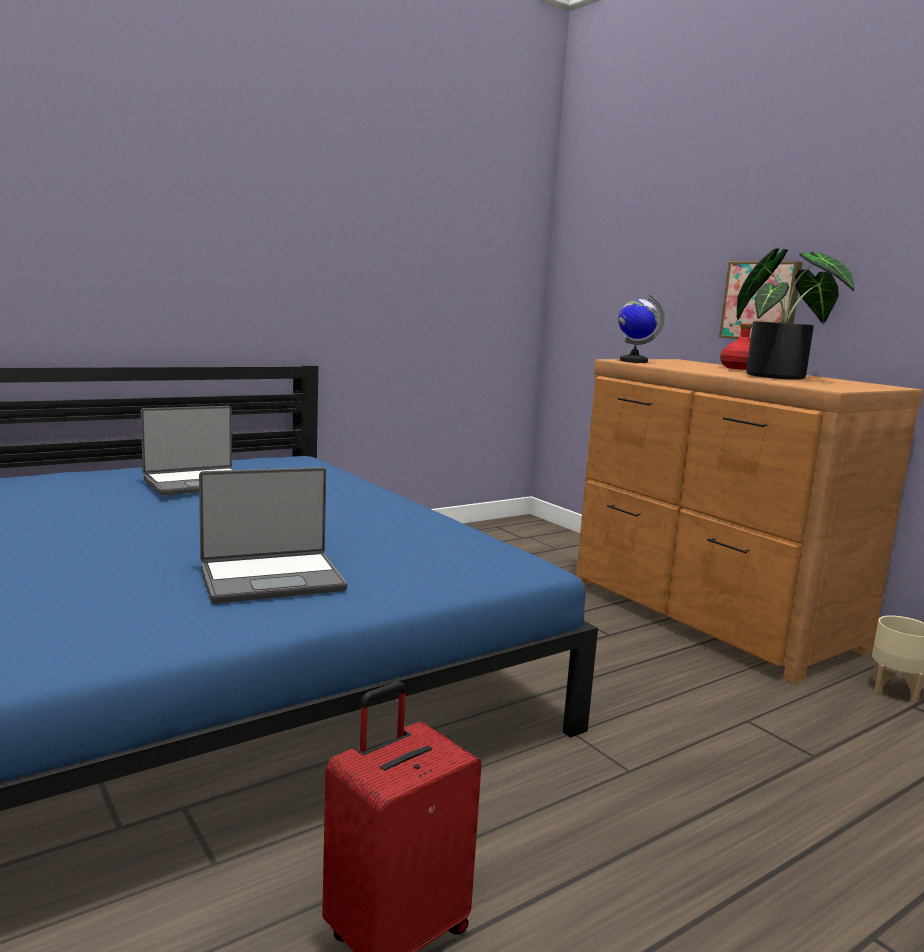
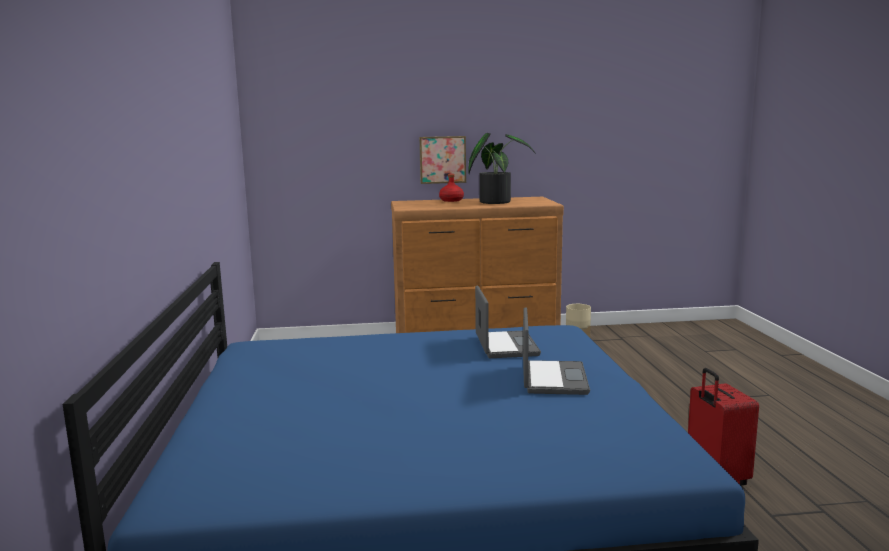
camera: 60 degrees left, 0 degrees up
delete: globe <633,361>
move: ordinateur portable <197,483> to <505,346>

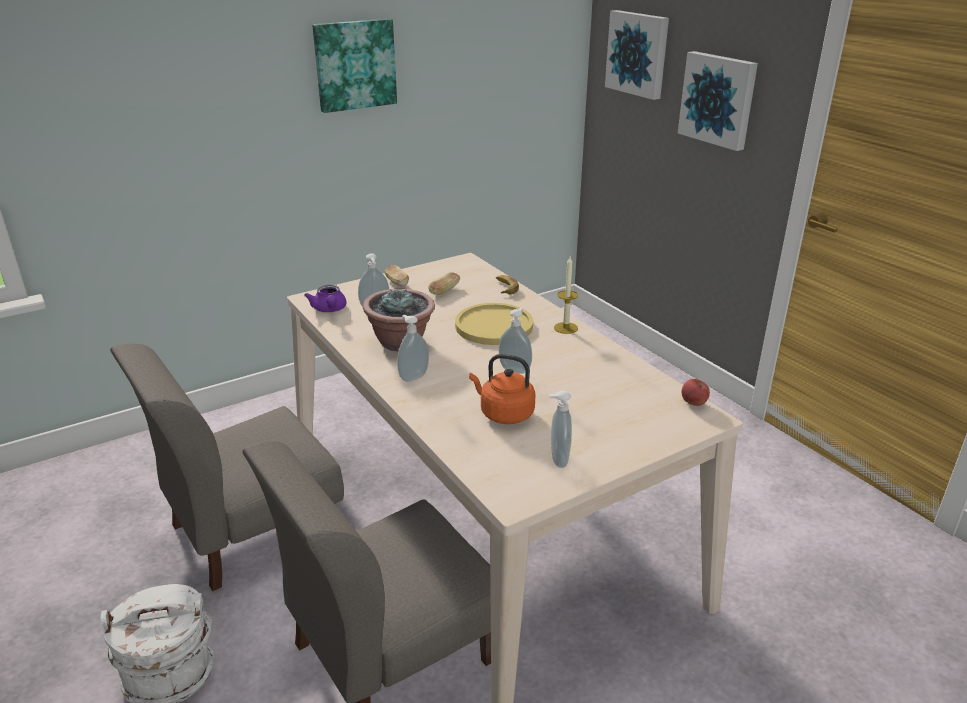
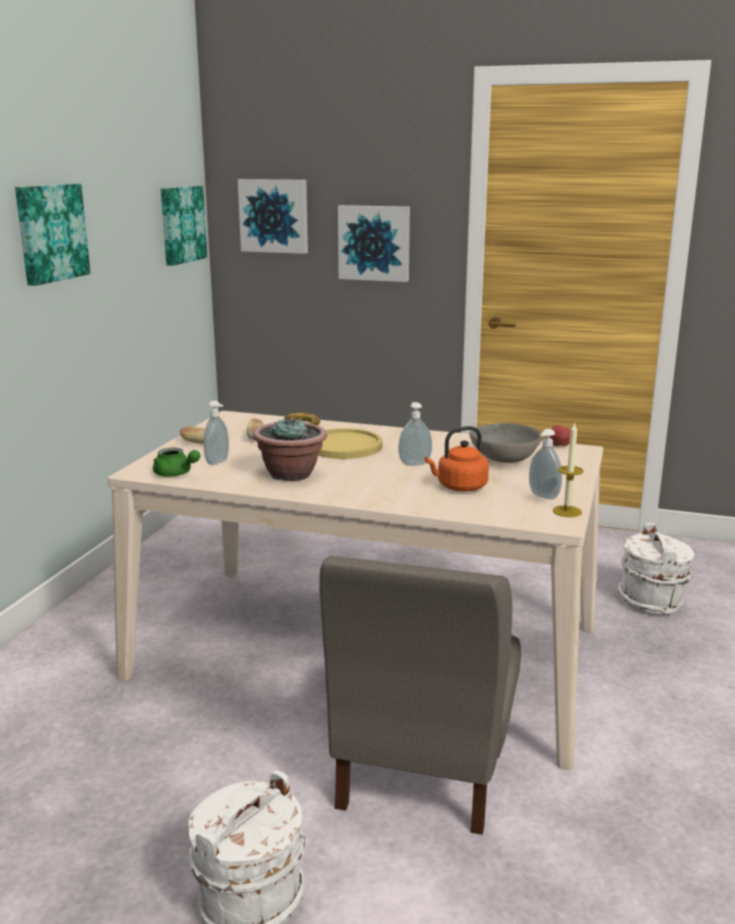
camera: 40 degrees left, 10 degrees down
delete: chaise/gris <251,530>; distributeur de savon <412,376>
insert: tableau <181,224>; bol/gris <503,459>; seau/blanc <651,601>
move: bougie <565,328> to <567,511>
recolor: théière/violet <329,310> to théière/vert <176,474>

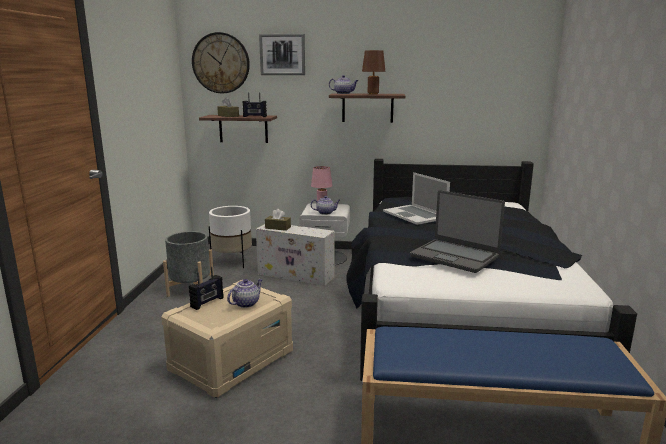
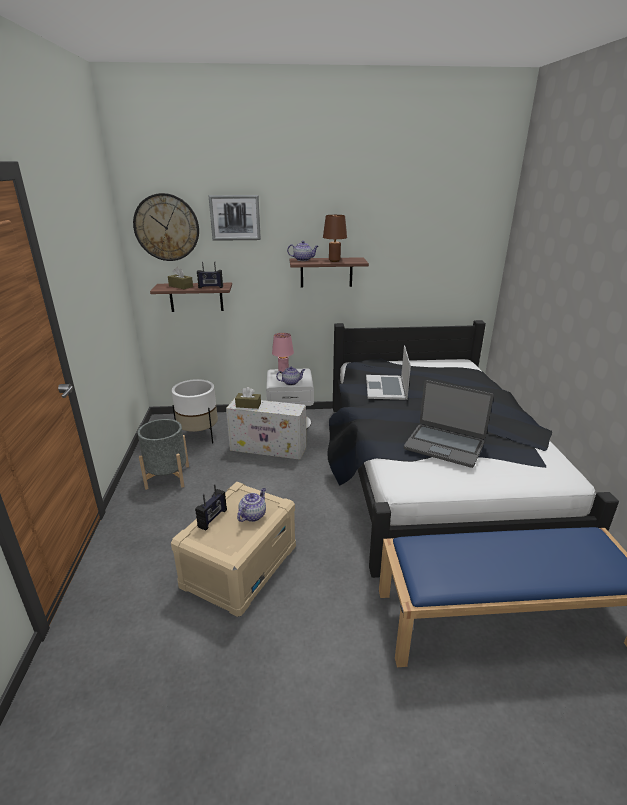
camera: 10 degrees left, 10 degrees up
rotate: ordinateur portable <415,215> = <386,387> 45 degrees clockwise

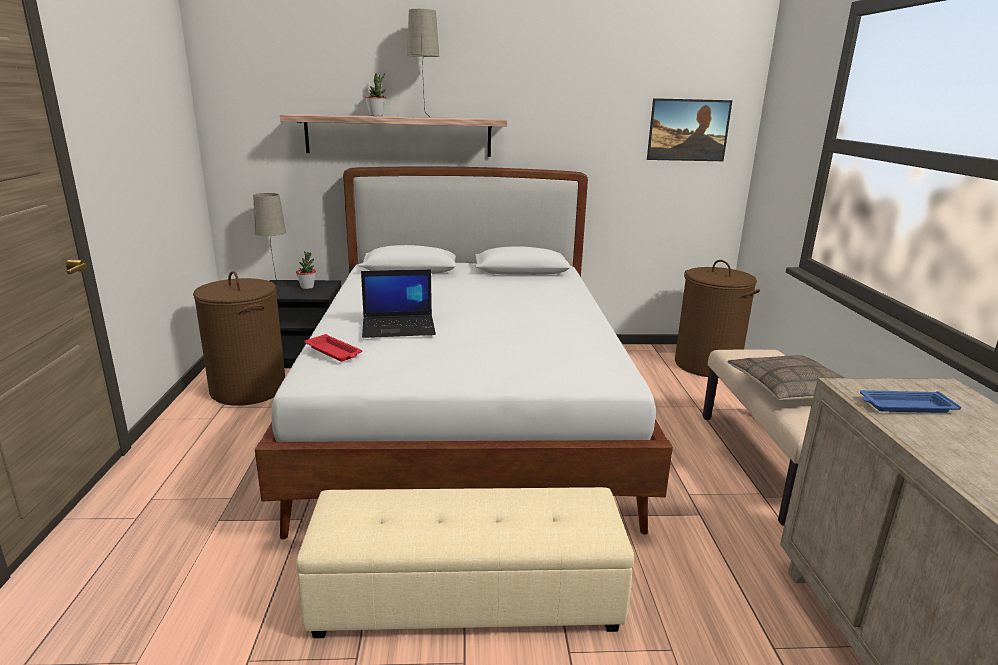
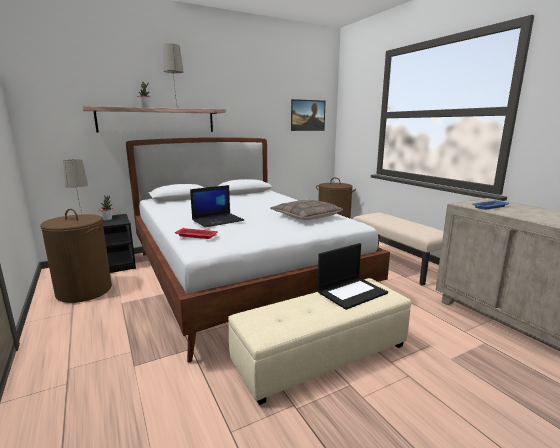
camera: 25 degrees left, 5 degrees down
insert: ordinateur portable <352,292>
move: coussin <789,389> to <305,216>

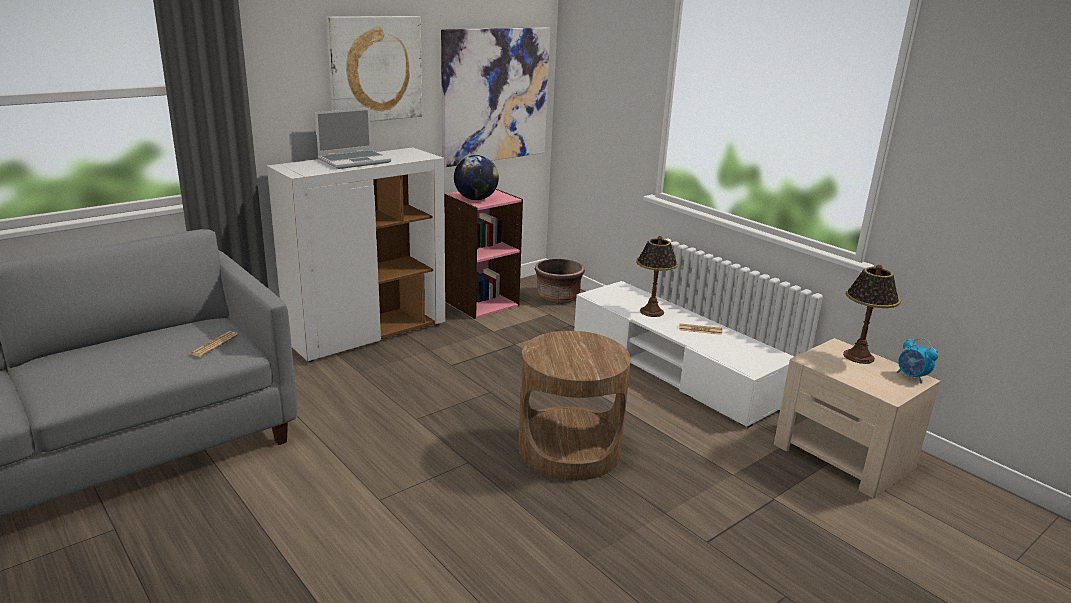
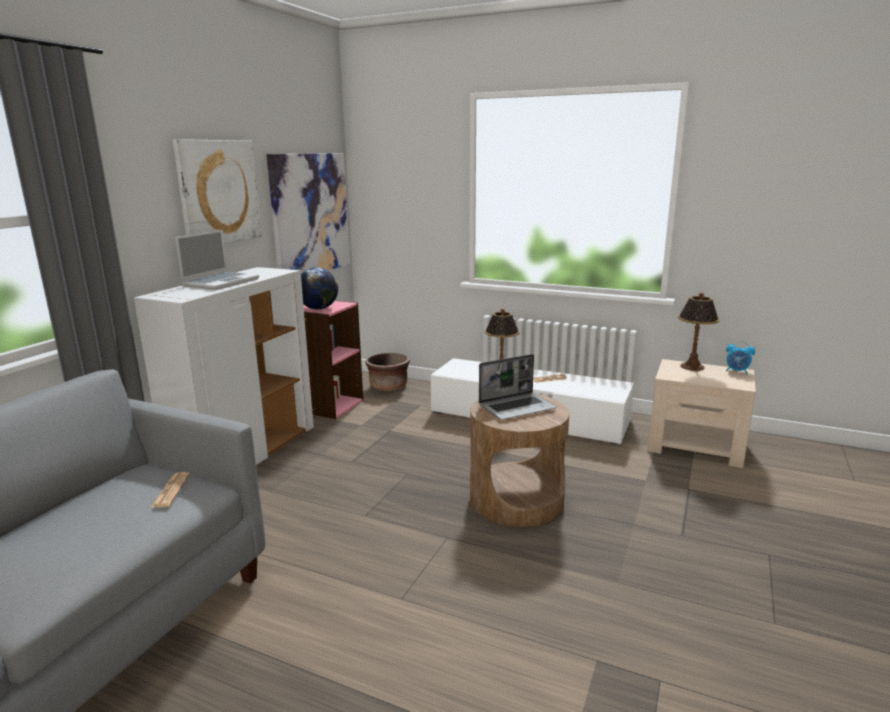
camera: 25 degrees left, 5 degrees down
insert: ordinateur portable <517,407>

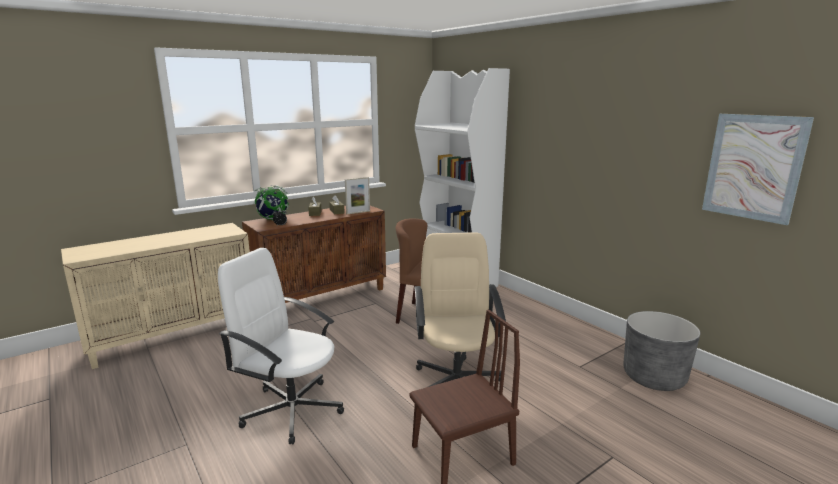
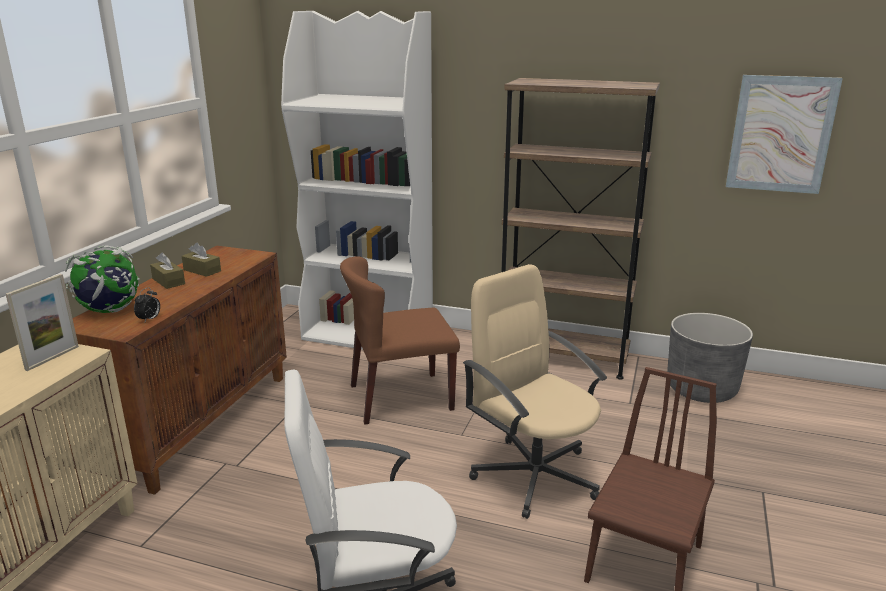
camera: 35 degrees left, 5 degrees up
insert: bibliothèque/marron <562,357>
move: cadre photo <358,212> to <52,358>

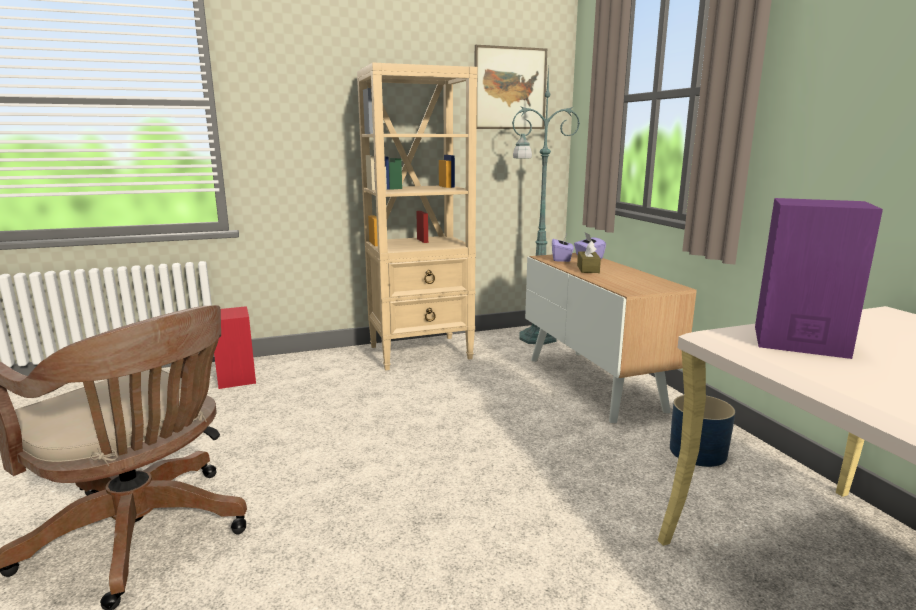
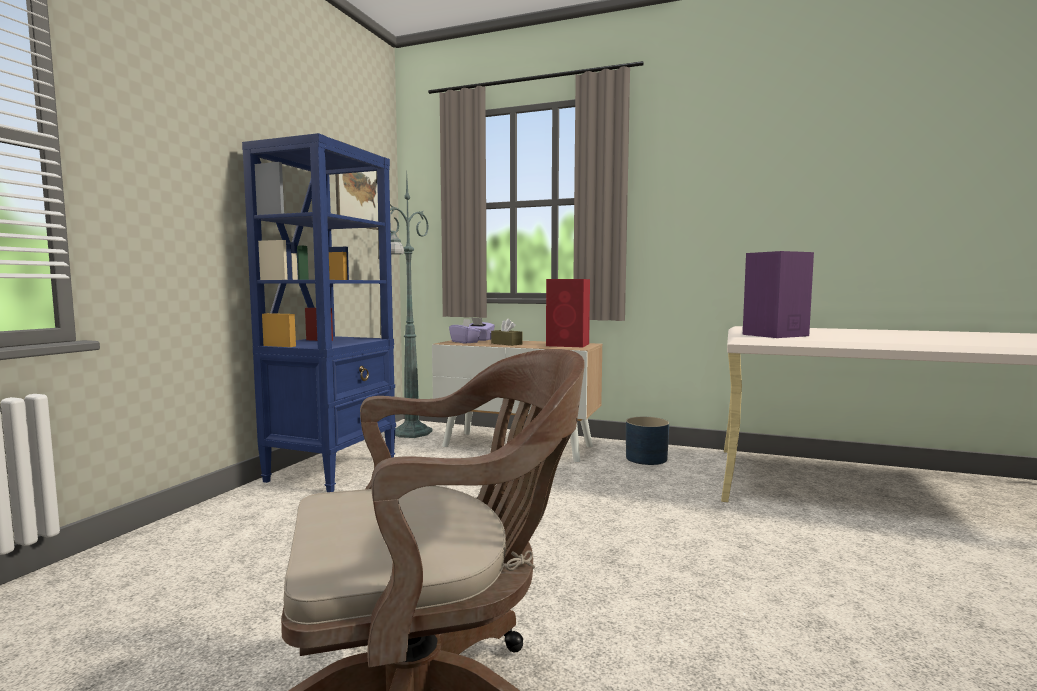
camera: 50 degrees left, 10 degrees down
move: enceinte/rouge <236,379> to <569,345>
recolor: bibliothèque/beige <421,352> to bibliothèque/bleu <333,470>

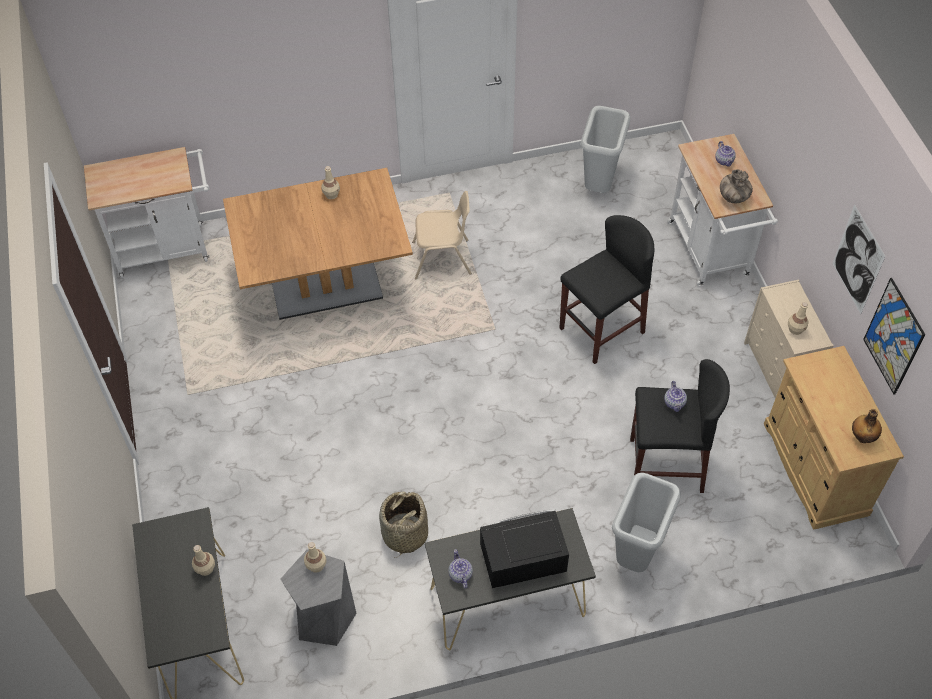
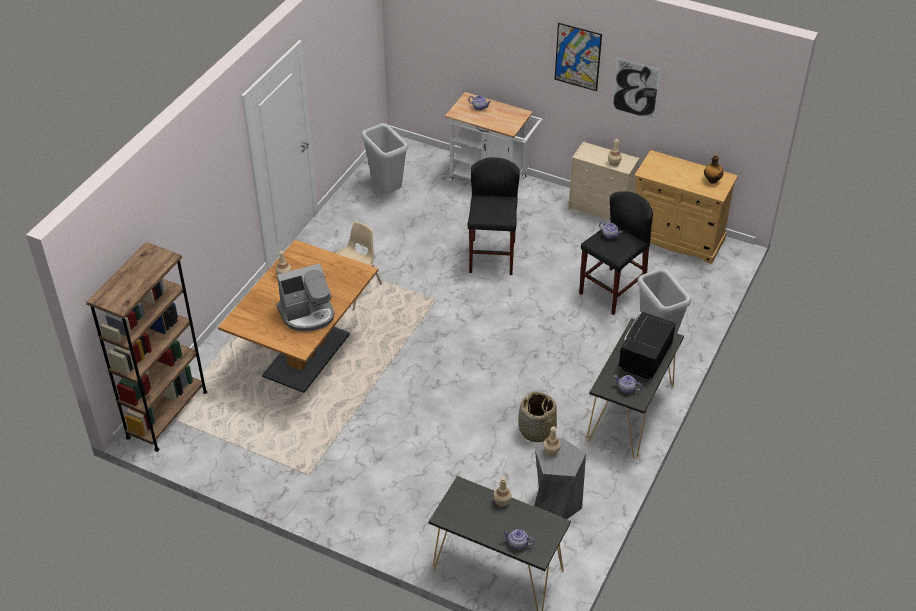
camera: 50 degrees left, 10 degrees down
delete: vase <733,198>
insert: machine à café <307,314>; théière <517,544>
move: tableau <893,337> to <578,57>
replace: chariot/blanc <168,248> to bibliothèque/marron <167,414>

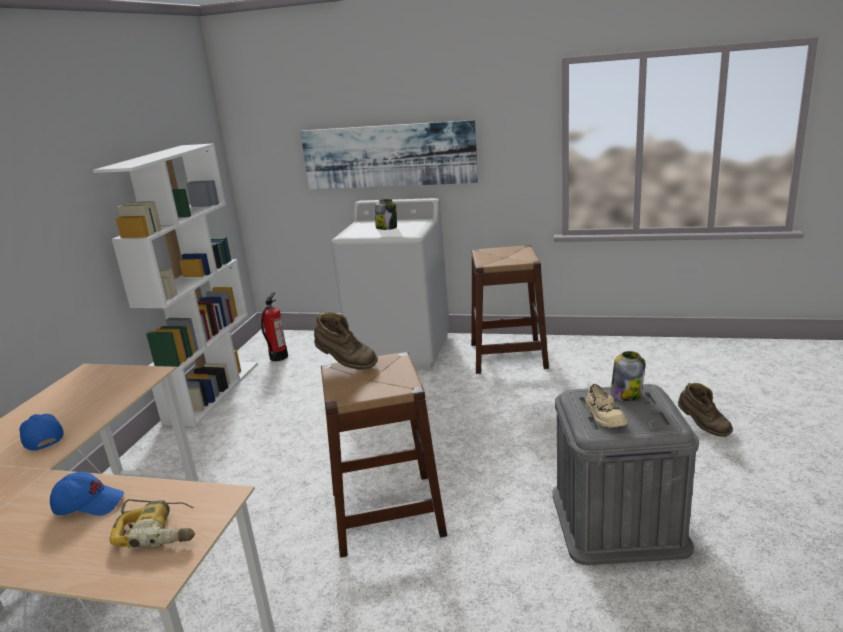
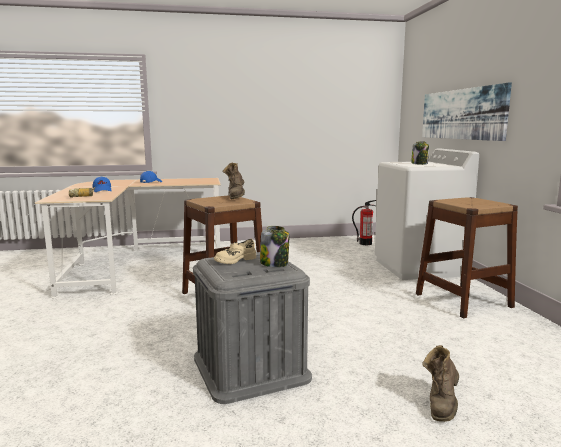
camera: 65 degrees right, 10 degrees down
delete: bibliothèque/blanc <213,391>

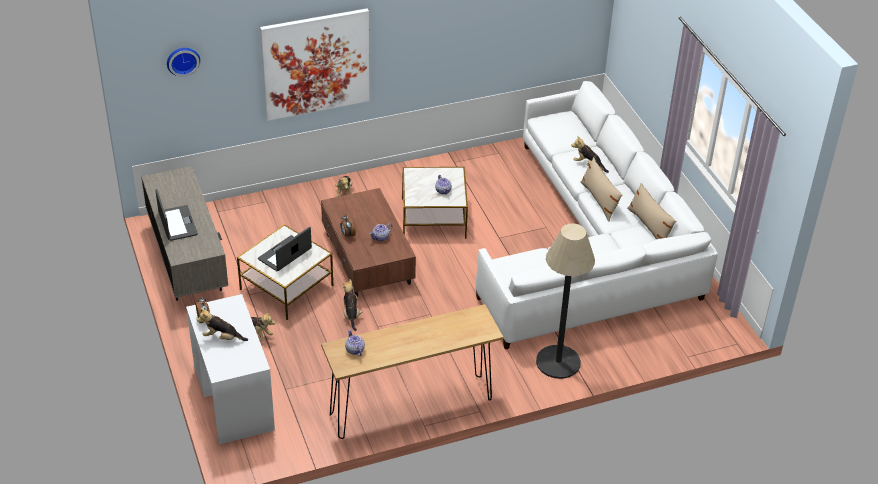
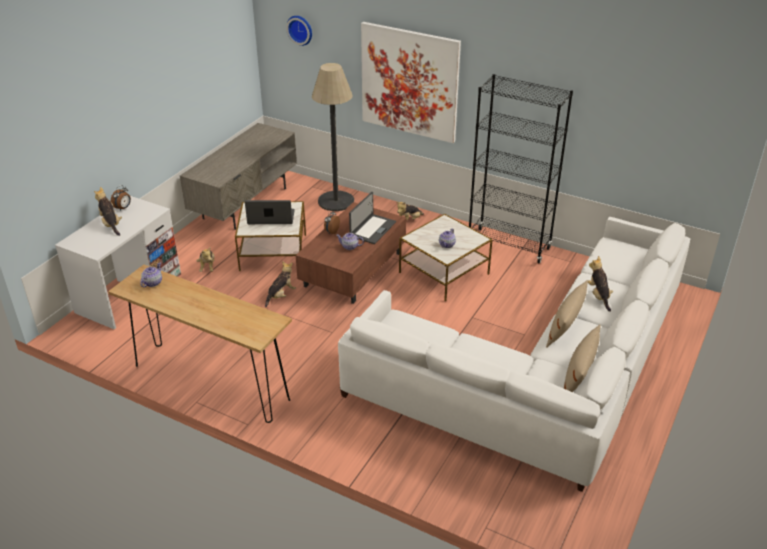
camera: 50 degrees right, 5 degrees down
insert: bibliothèque/noir <509,245>
move: ordinateur portable <177,223> to <372,229>; lampadaire <558,362> to <336,201>

